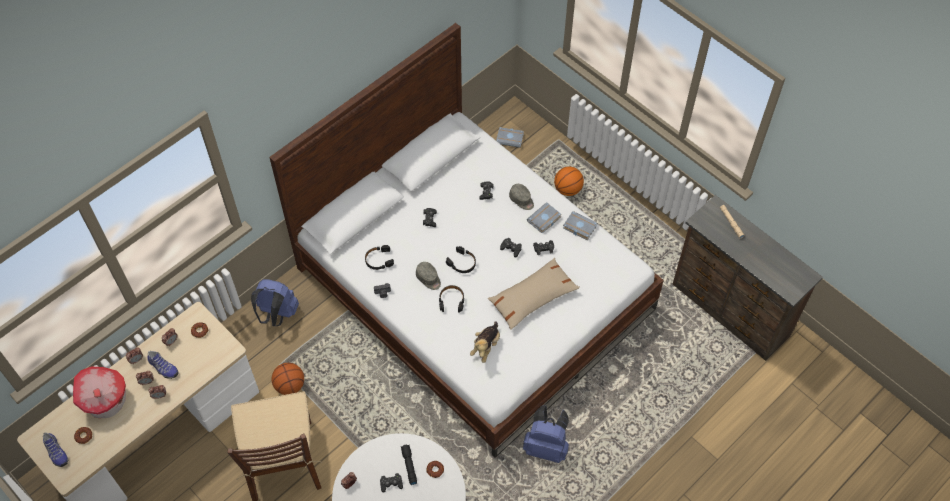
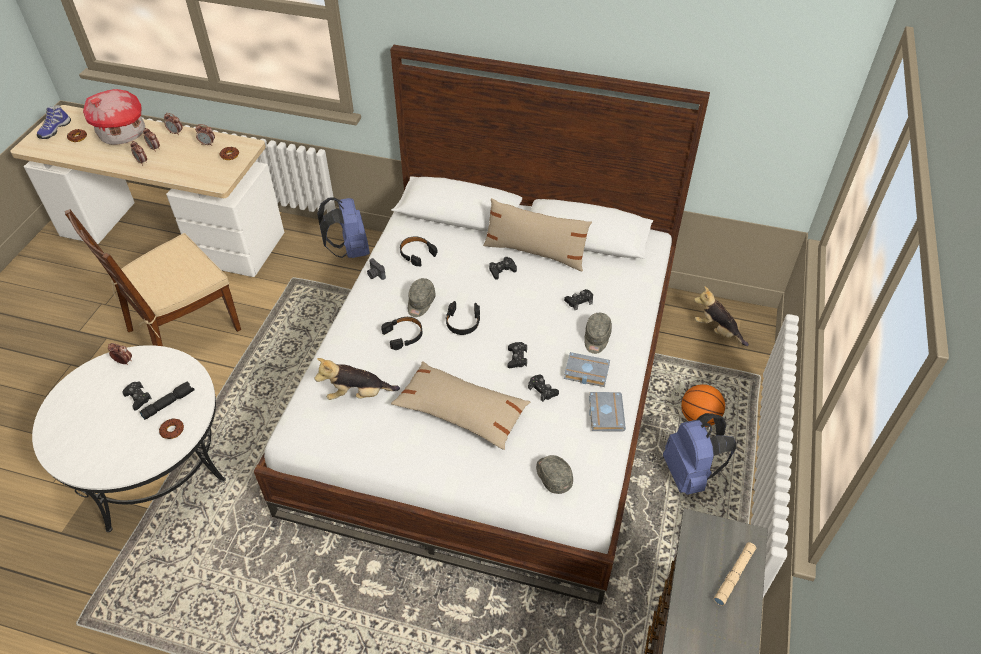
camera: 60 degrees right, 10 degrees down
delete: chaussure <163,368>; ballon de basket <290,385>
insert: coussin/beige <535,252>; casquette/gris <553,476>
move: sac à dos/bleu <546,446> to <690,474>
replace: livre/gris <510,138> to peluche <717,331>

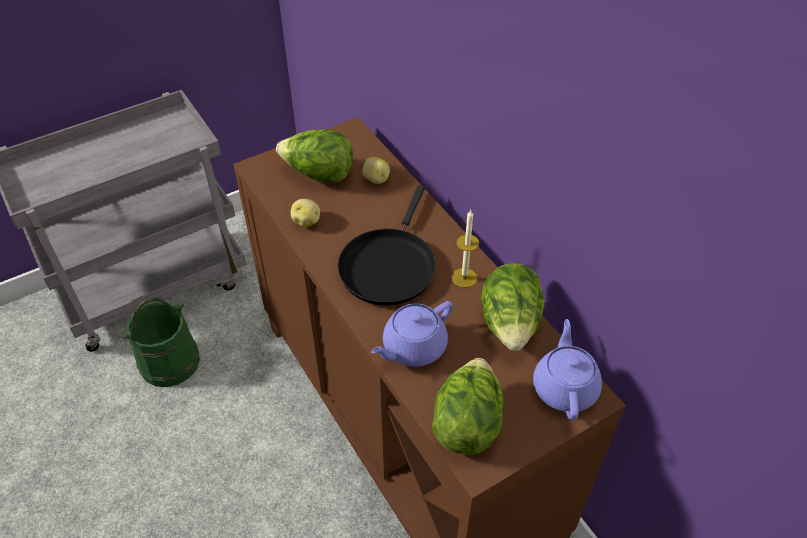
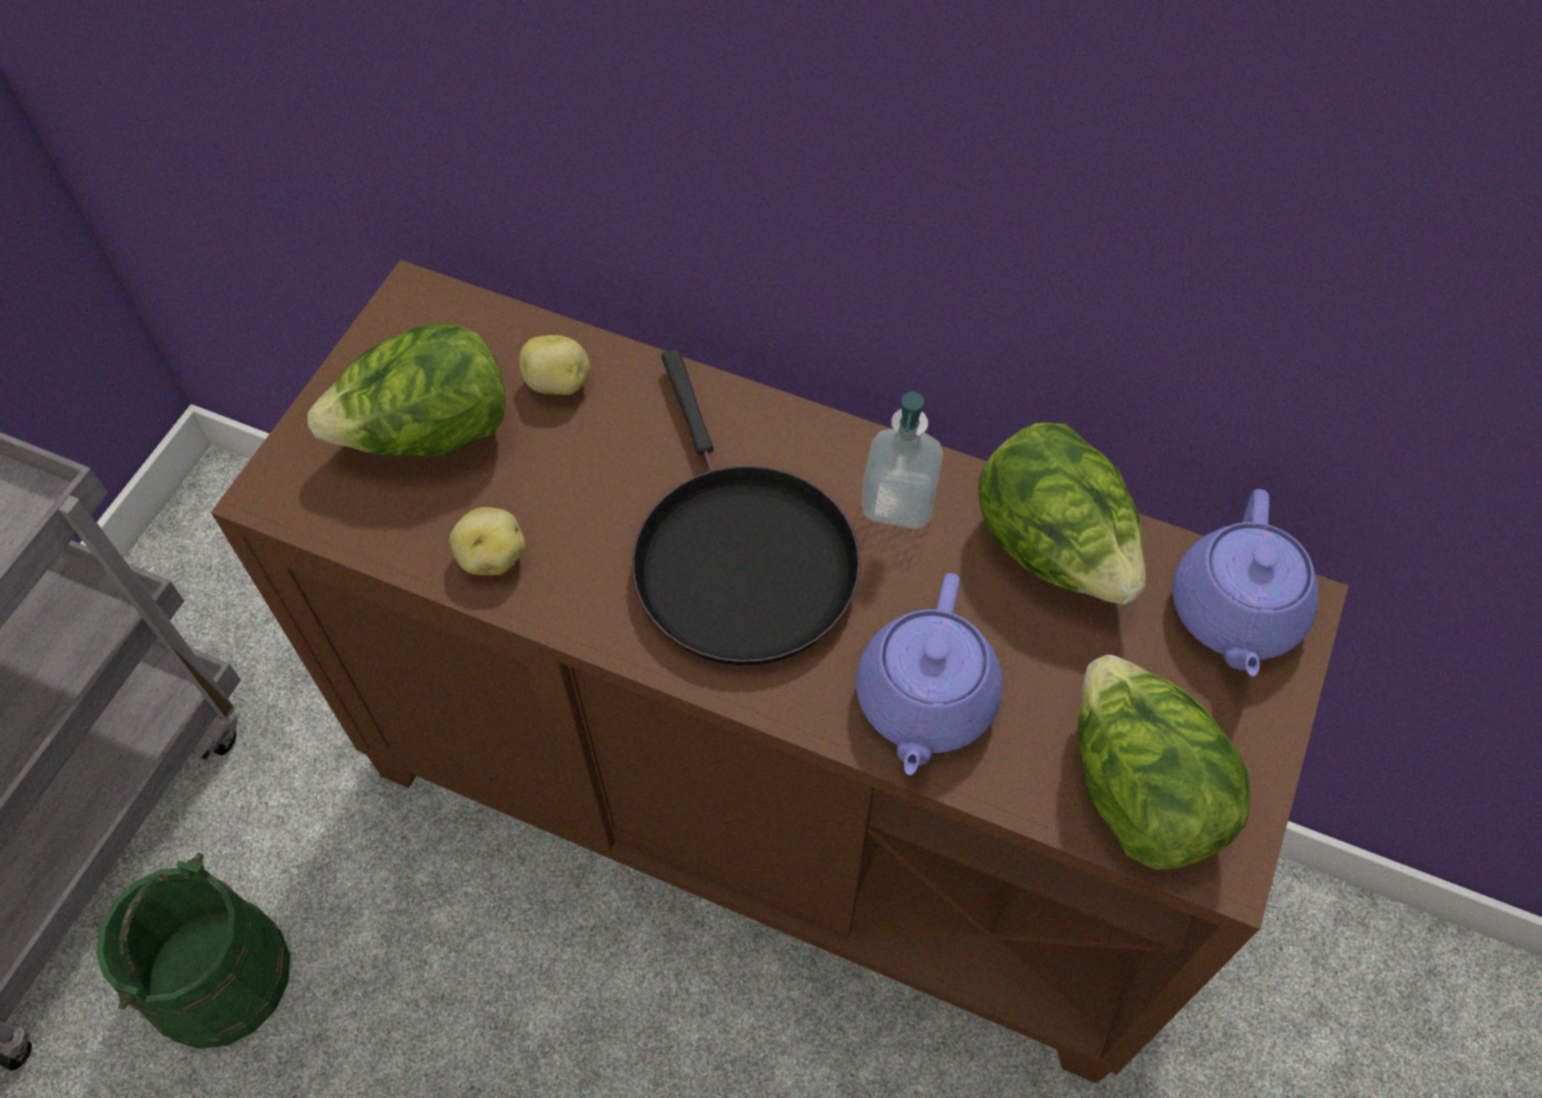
camera: 35 degrees left, 10 degrees up
replace: bougie <464,277> to distributeur de savon <898,501>
rotate: théière/violet <564,387> = <1234,614> 135 degrees counterclockwise

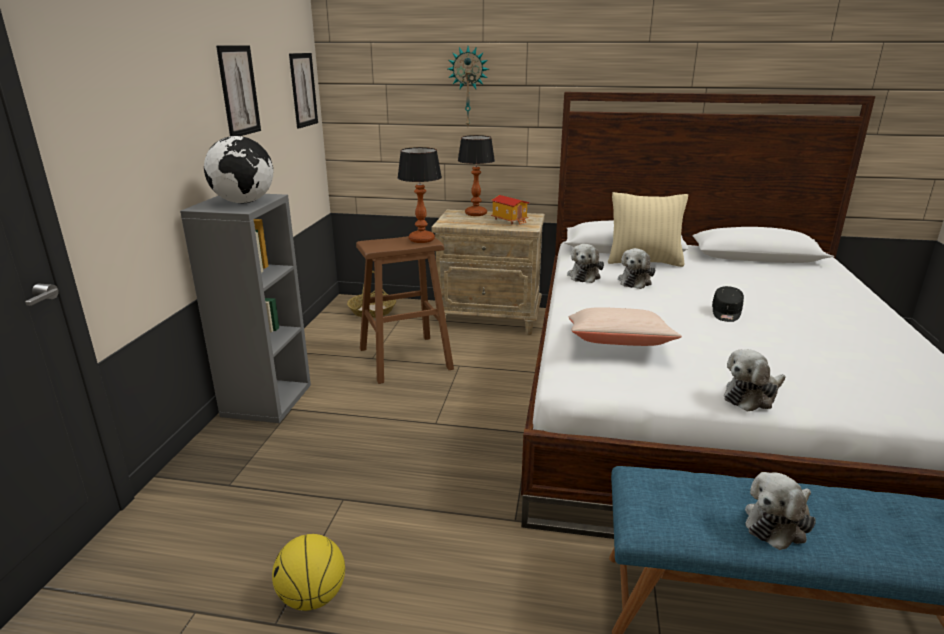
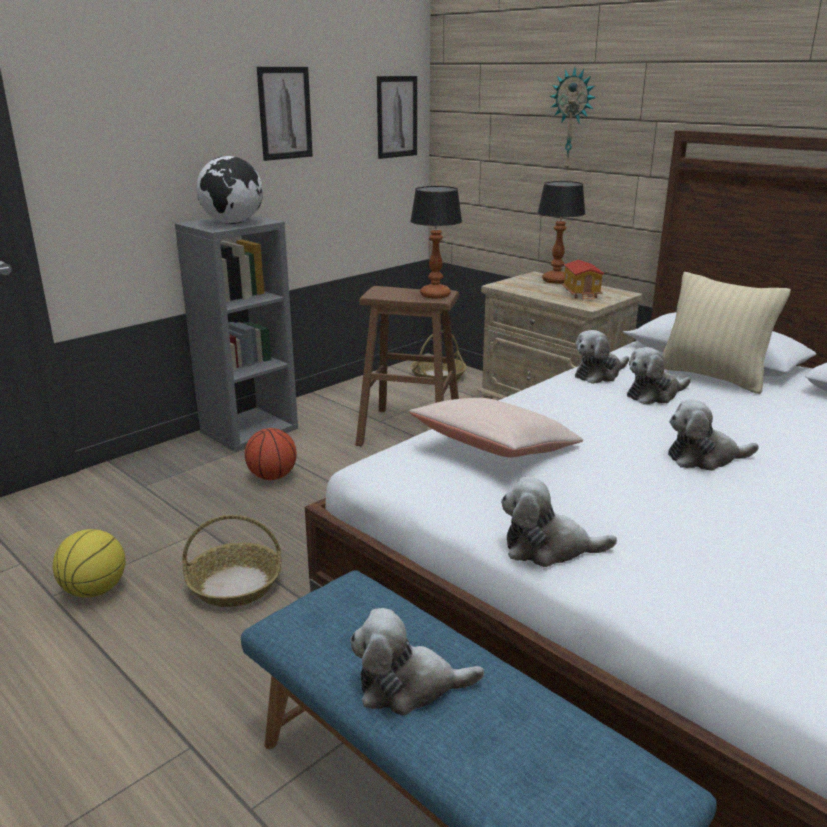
camera: 35 degrees right, 0 degrees up
insert: panier <235,585>; ballon de basket <272,477>
replace: casquette/noir <726,313> to peluche <704,458>

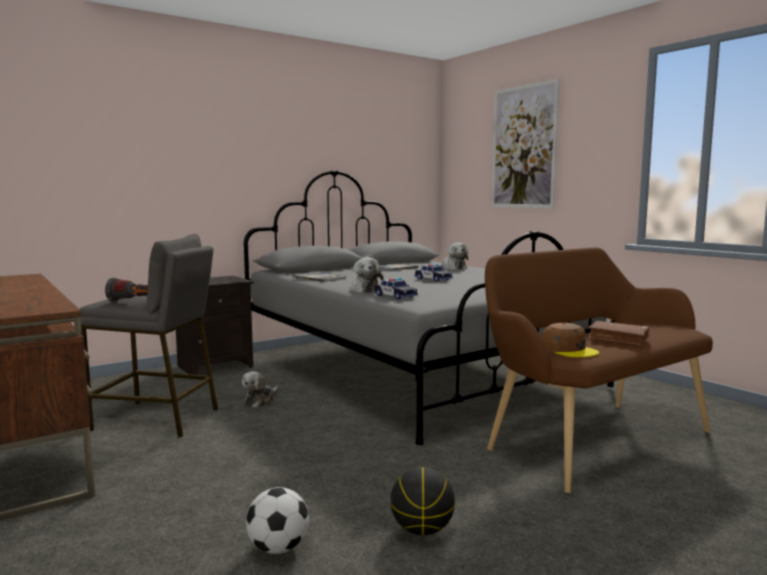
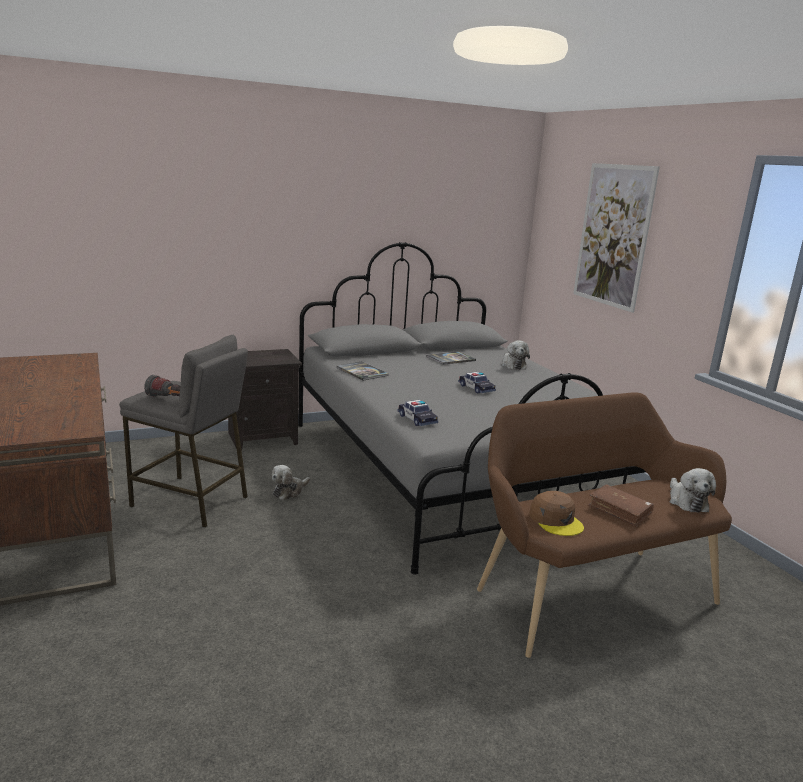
camera: 10 degrees right, 10 degrees up
delete: ballon de foot <278,548>; ballon de basket <421,530>
move: peluche <364,290> to <686,501>

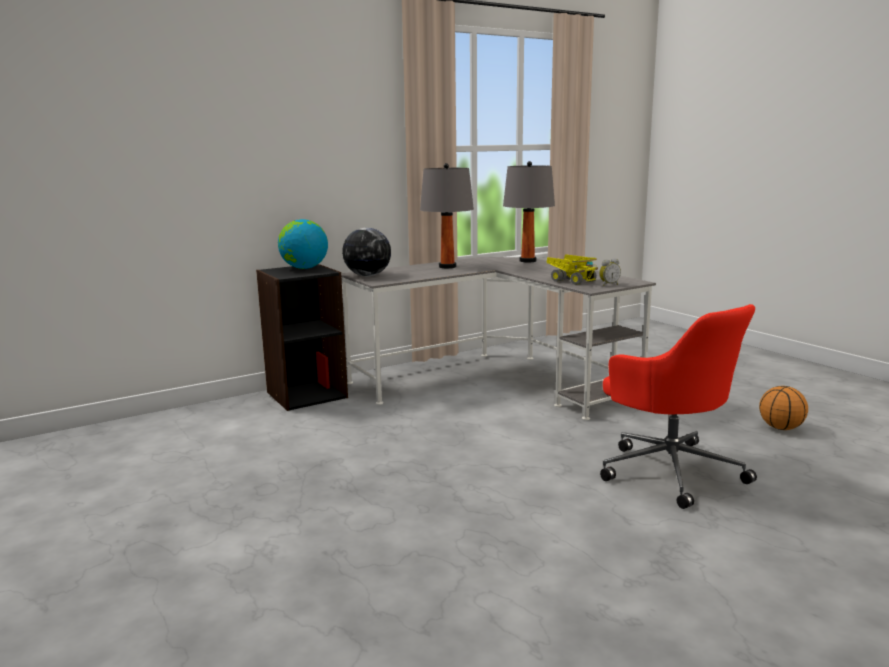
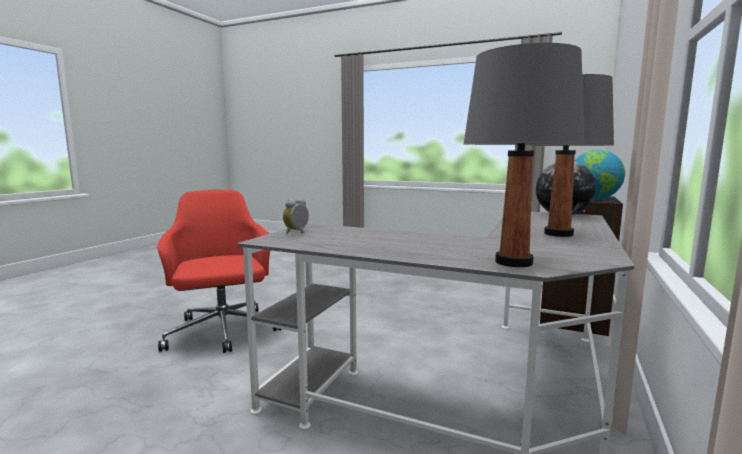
camera: 145 degrees right, 5 degrees down
delete: camion jouet <572,281>; ballon de basket <781,428>
rotate: chaise de bureau/rouge <669,470> = <222,332> 45 degrees clockwise

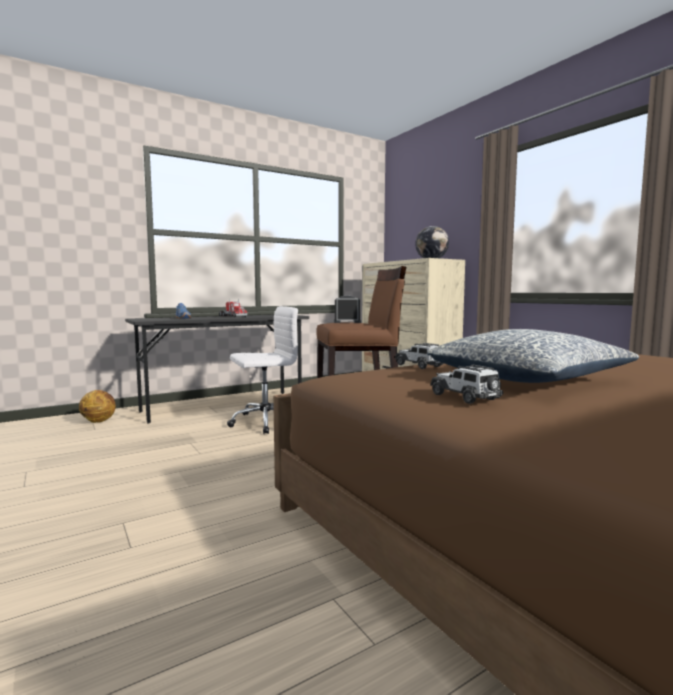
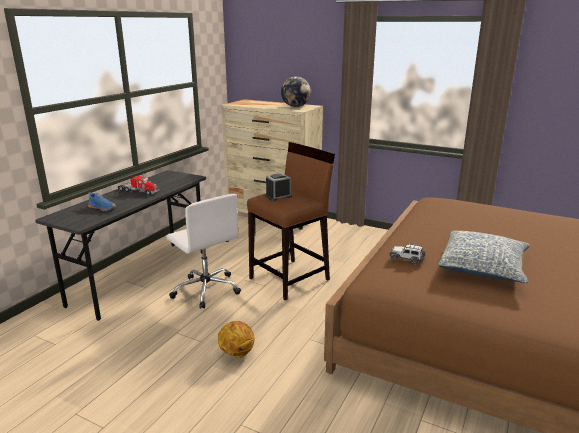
camera: 30 degrees left, 15 degrees up
delete: petite voiture <465,397>
move: ballon de basket <99,421> to <236,353>
rotate: chaise de bureau/blanc <264,422> = <206,289> 105 degrees clockwise

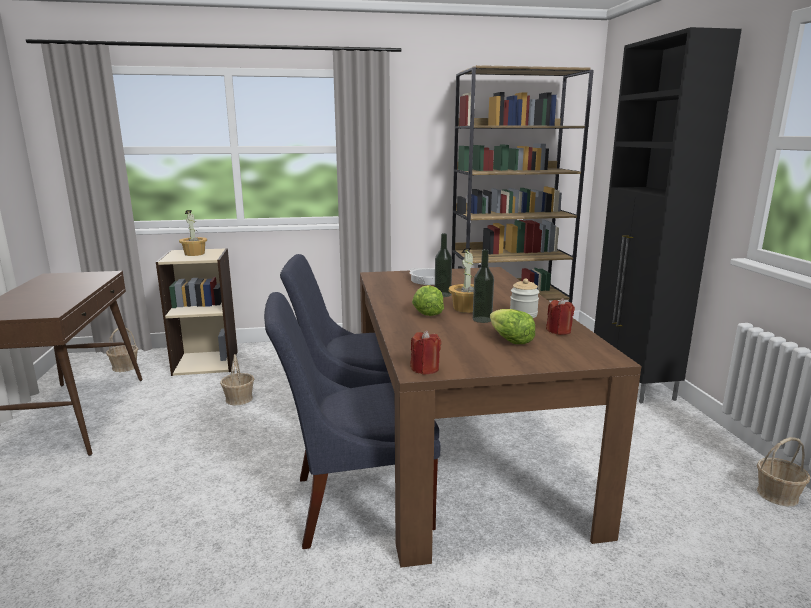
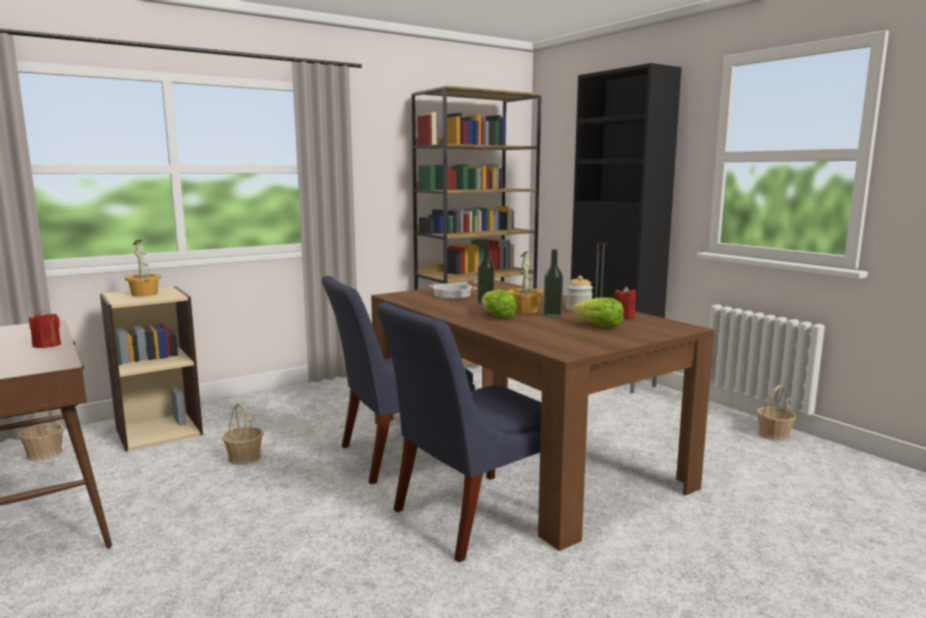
camera: 25 degrees left, 5 degrees down
move: bougie/rouge <425,369> to <47,345>

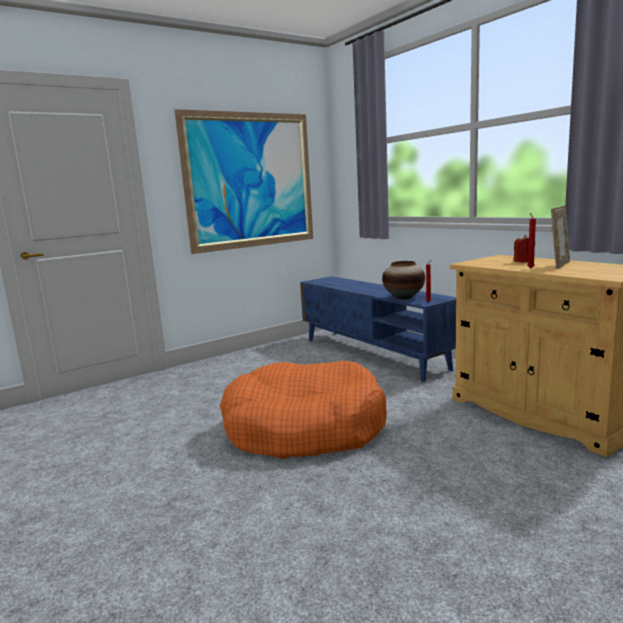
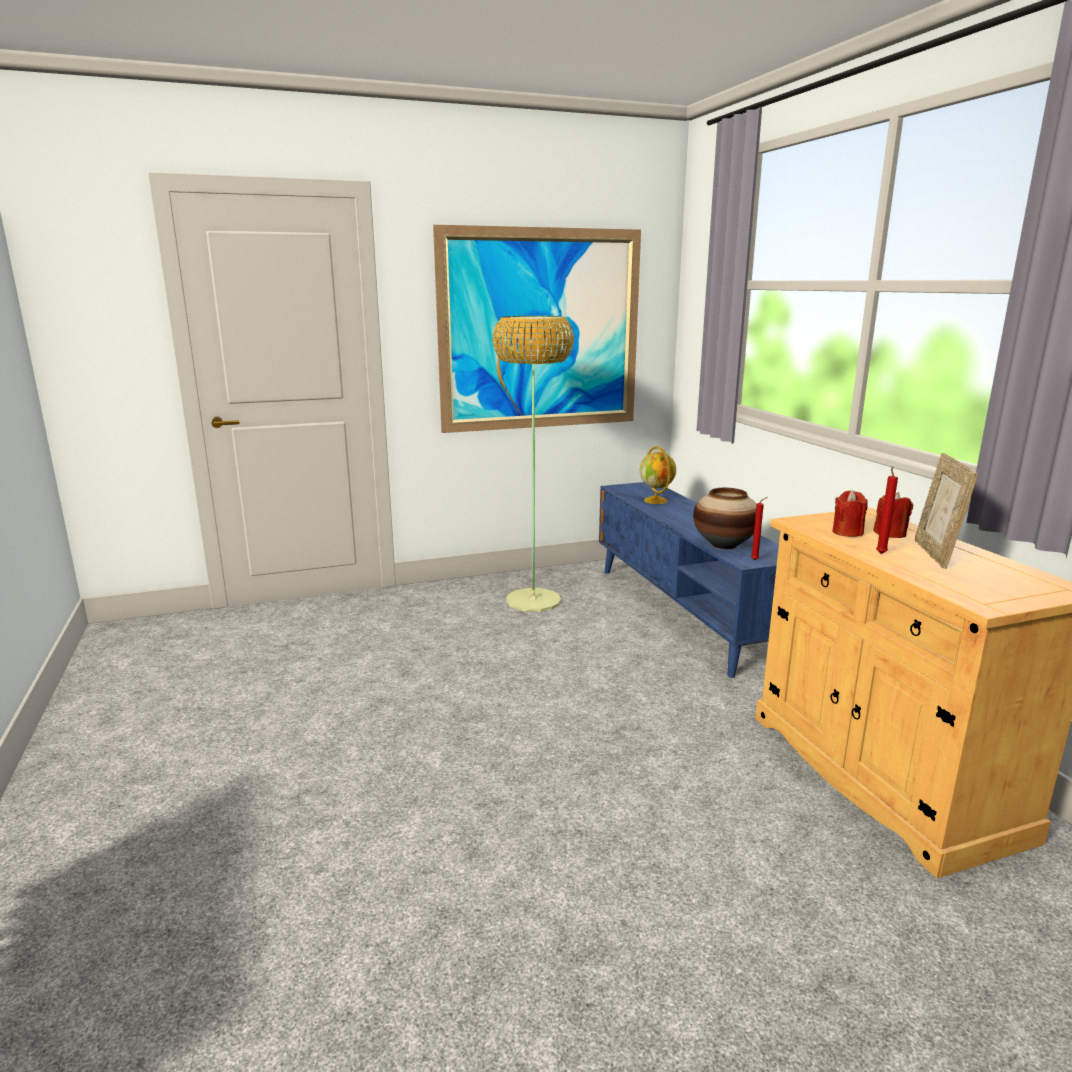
camera: 15 degrees right, 5 degrees up
delete: panier pour chien/orange <304,427>
insert: lampadaire <533,600>; globe <656,501>; bougie/rouge <847,532>
rotate: cadre photo <559,265> = <935,554> 135 degrees clockwise

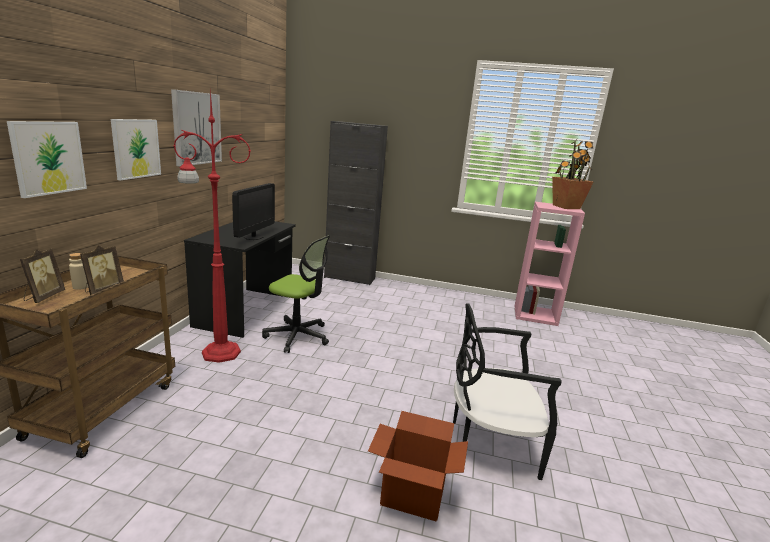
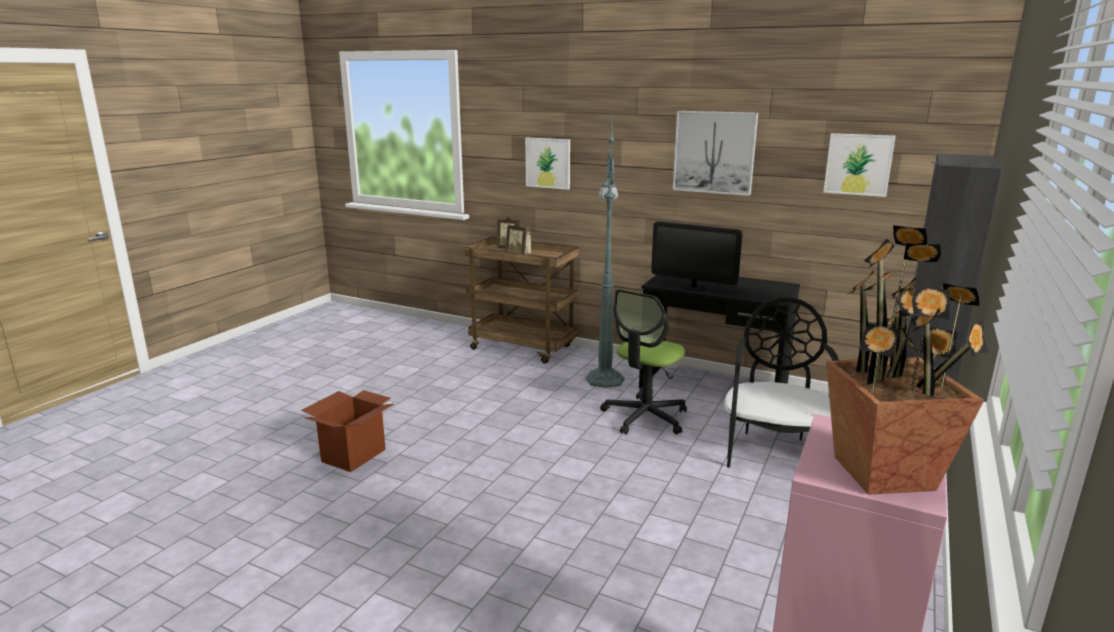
camera: 105 degrees right, 0 degrees up
move: tableau <136,148> to <858,164>; chaise/noir <490,442> to <775,453>
recolor: lampadaire/rouge <219,352> to lampadaire/vert <605,378>

